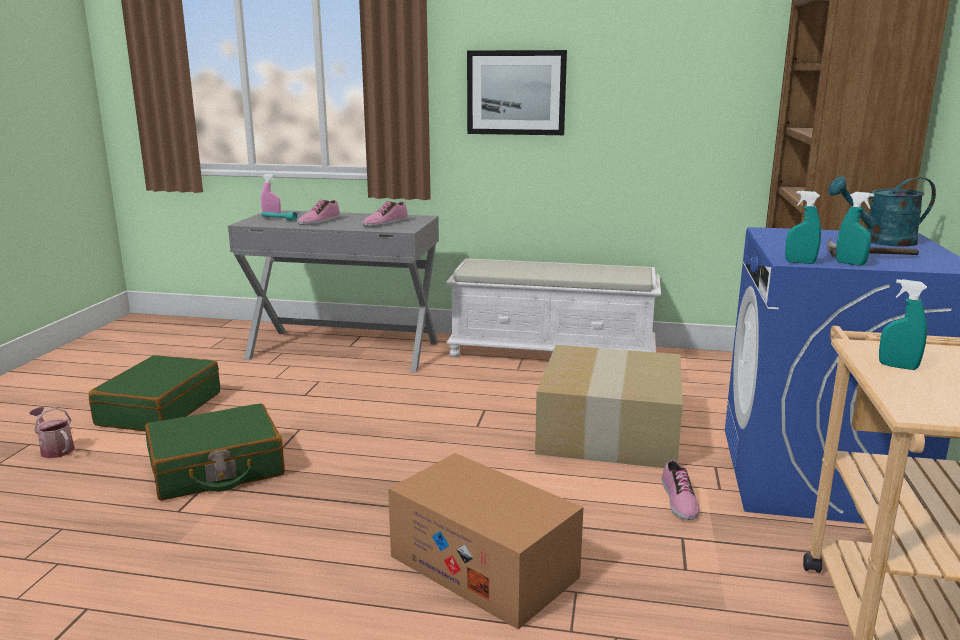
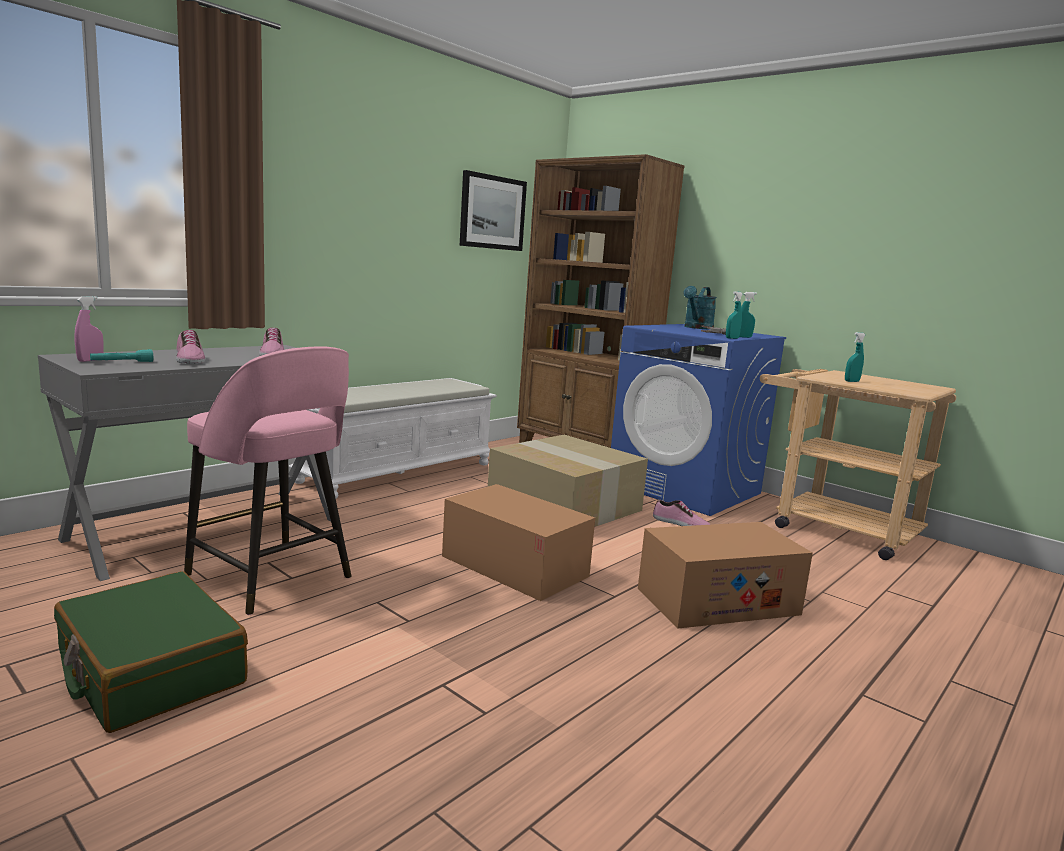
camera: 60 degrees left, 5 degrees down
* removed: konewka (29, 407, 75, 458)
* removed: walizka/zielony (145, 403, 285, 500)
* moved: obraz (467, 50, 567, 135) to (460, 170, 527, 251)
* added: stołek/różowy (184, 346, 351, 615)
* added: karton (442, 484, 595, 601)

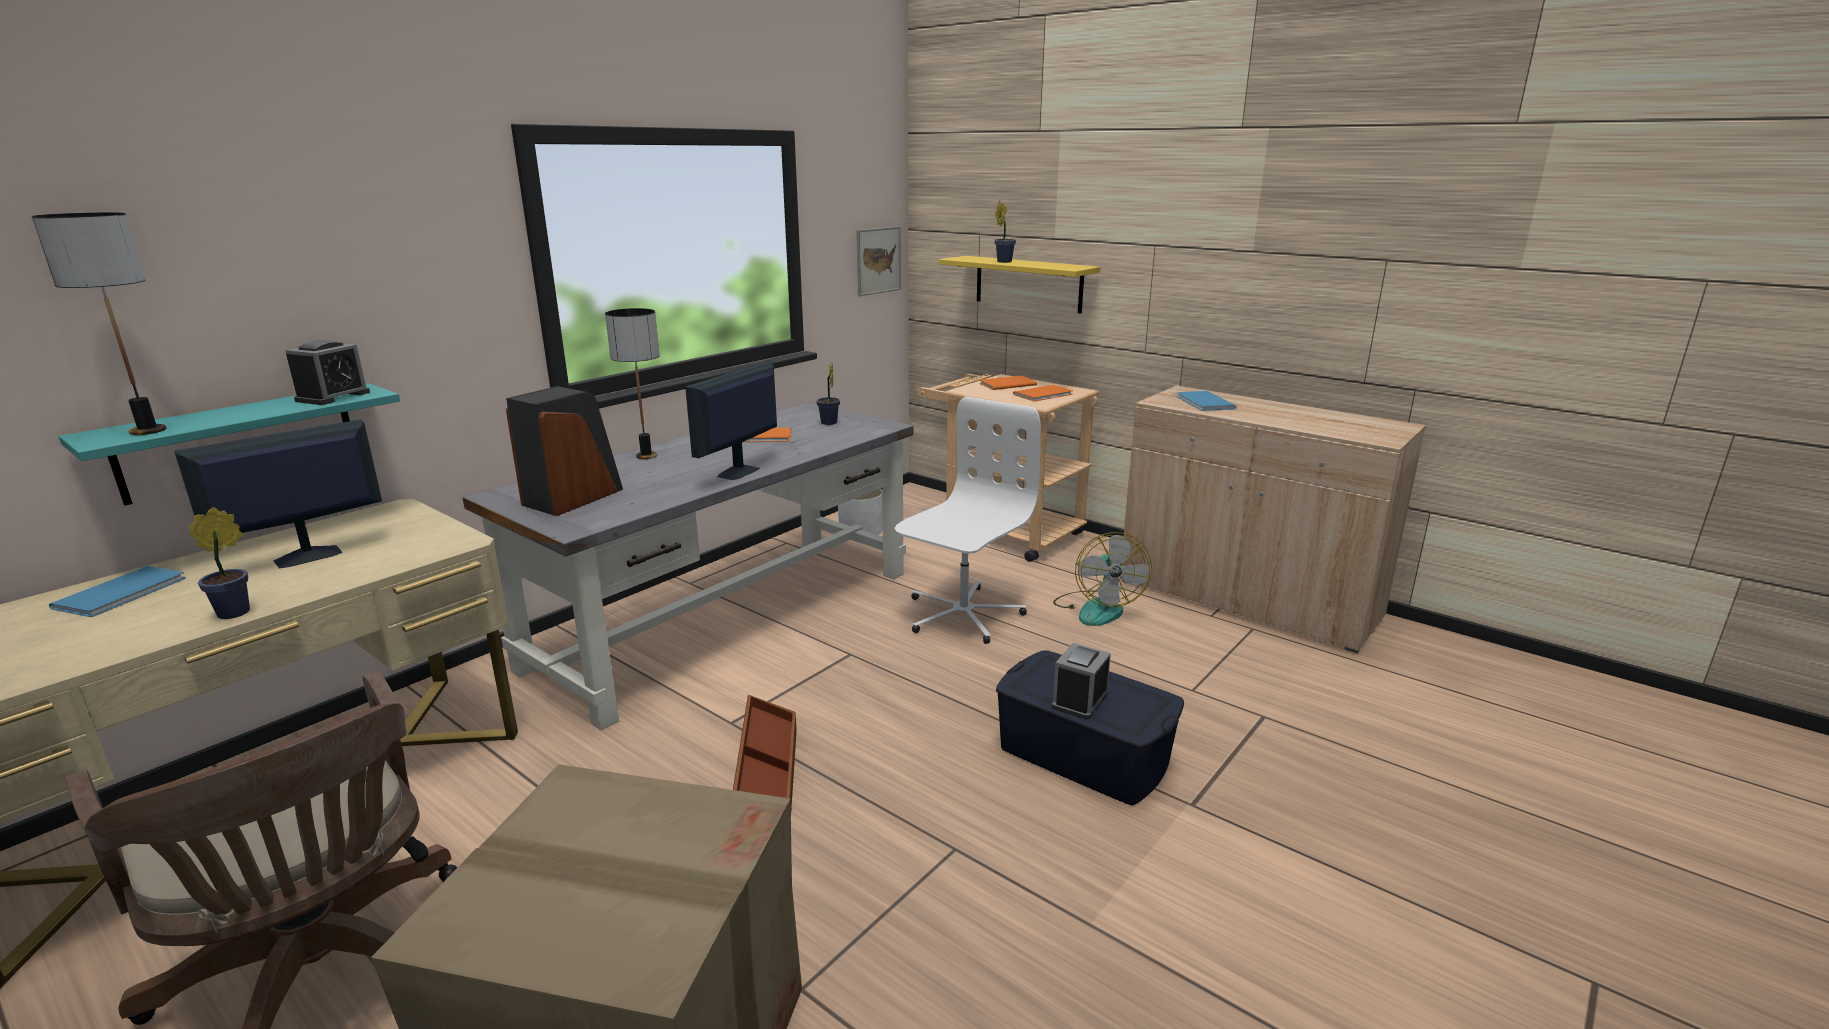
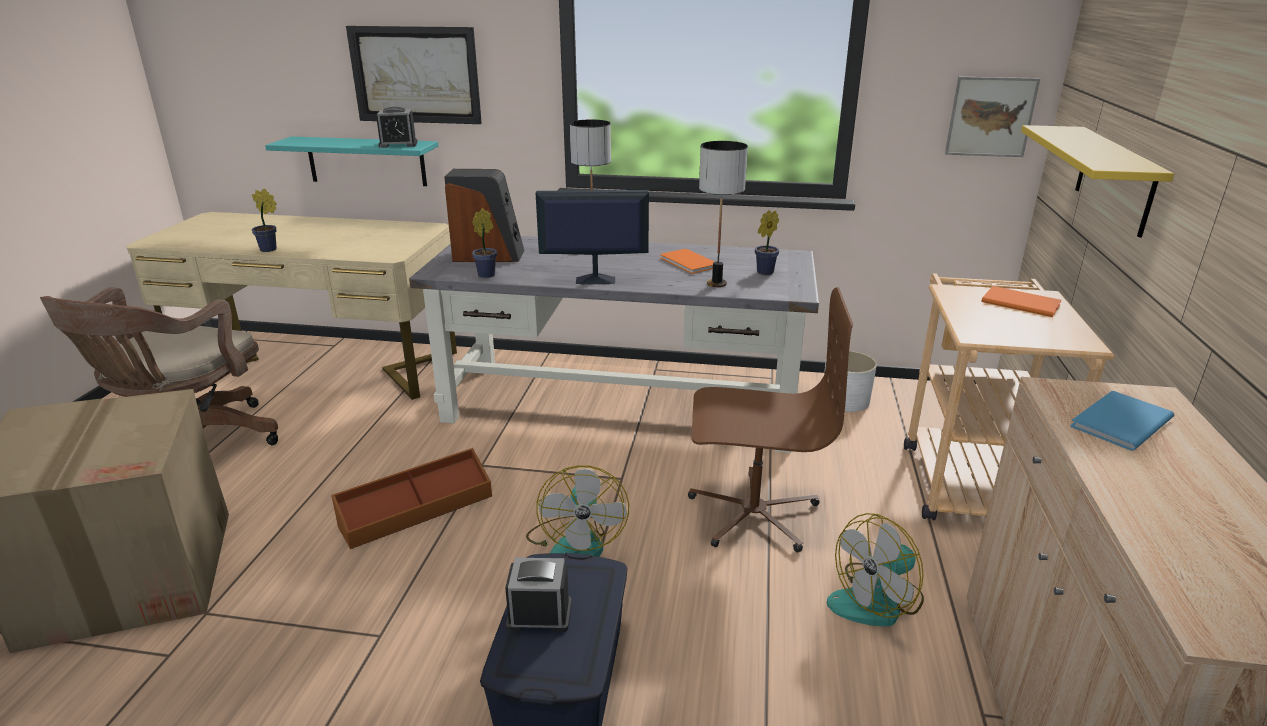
camera: 60 degrees right, 5 degrees up
* moved: lampa stołowa (32, 212, 166, 435) to (699, 141, 748, 287)
* removed: książka/niebieski (49, 566, 186, 617)
* removed: monitor (175, 420, 382, 569)
* recoloured: krzesło biurowe/biały (895, 396, 1041, 644) to krzesło biurowe/brązowy (688, 287, 853, 553)
* moved: roślina doniczkowa (995, 201, 1016, 263) to (472, 208, 497, 278)
* removed: książka/pomarańczowy (1013, 385, 1073, 401)
* added: obraz (346, 26, 482, 124)
* added: wentylator (526, 465, 629, 557)

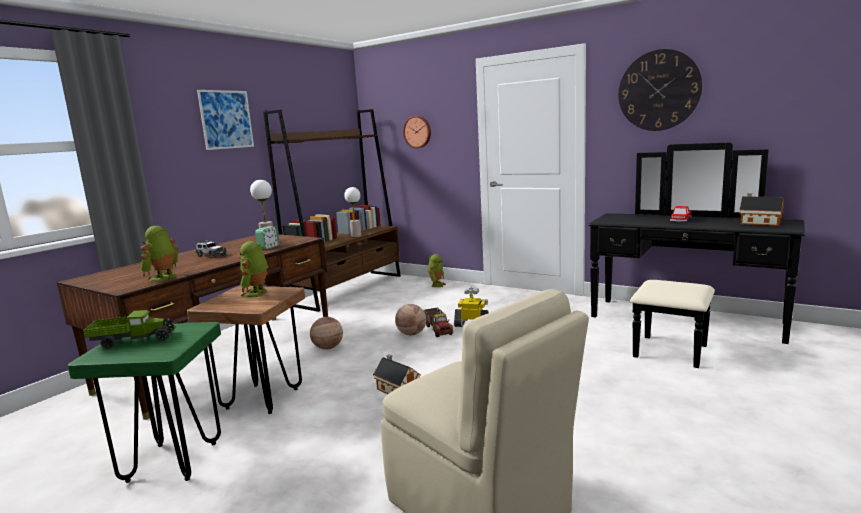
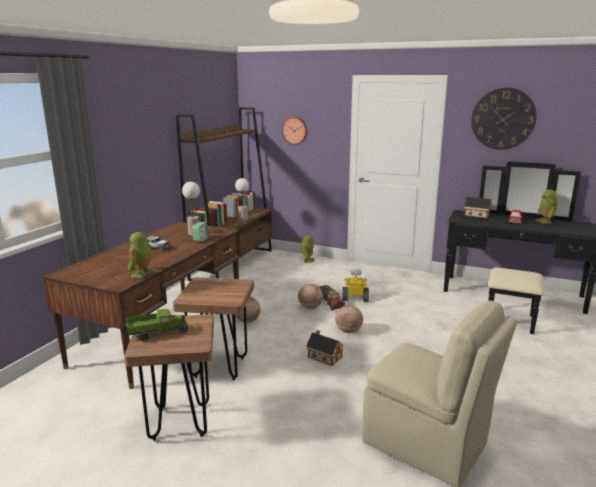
camera: 10 degrees left, 5 degrees up
* recoloured: stołek/zielony (67, 322, 221, 483) to stołek/brązowy (124, 314, 214, 441)
* removed: obraz (197, 90, 254, 150)
* moved: robot zabawkowy (239, 241, 269, 297) to (535, 189, 558, 224)
* moved: domek (739, 193, 784, 226) to (464, 195, 492, 218)
* added: piłka do koszykówki (335, 305, 363, 333)

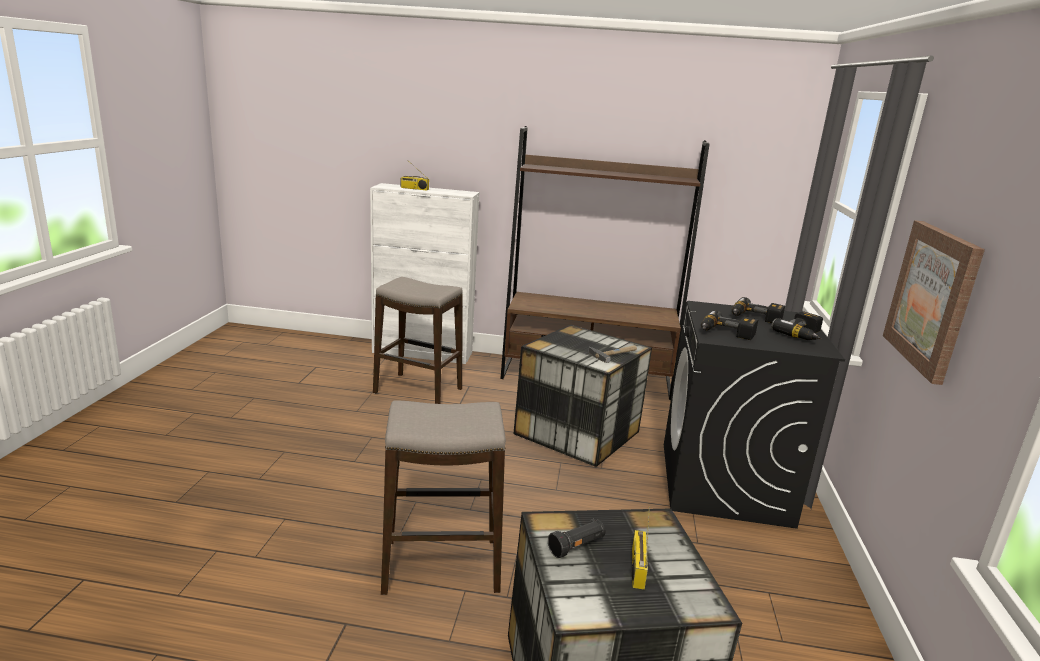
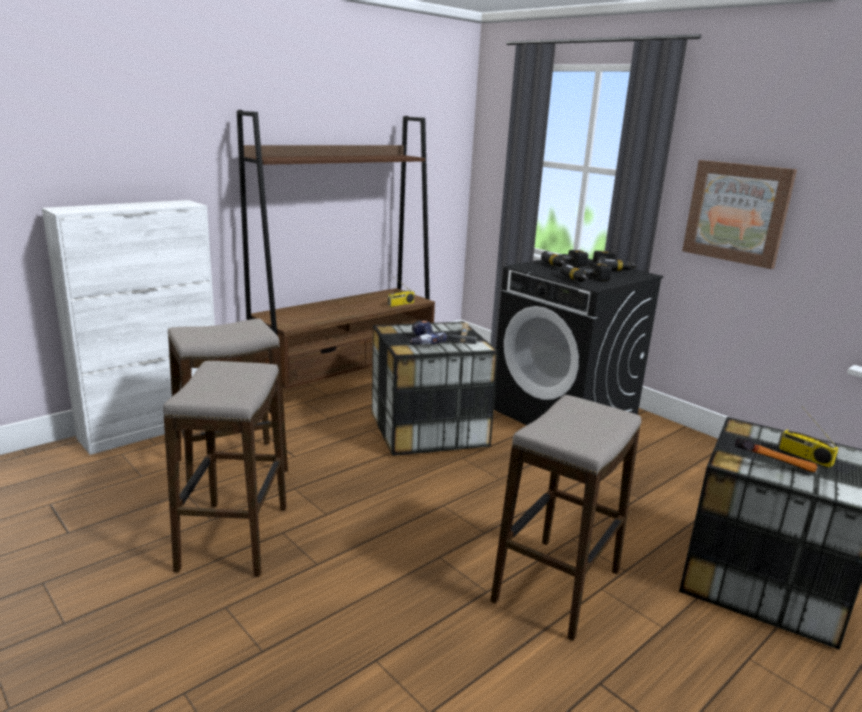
camera: 50 degrees left, 0 degrees up
* moved: radio (400, 165, 429, 190) to (388, 278, 415, 307)
* replaced: latarka/czarny (548, 519, 606, 558) to młotek (734, 438, 817, 473)
* added: stołek (163, 361, 287, 577)
* added: wiertarka (410, 320, 447, 345)

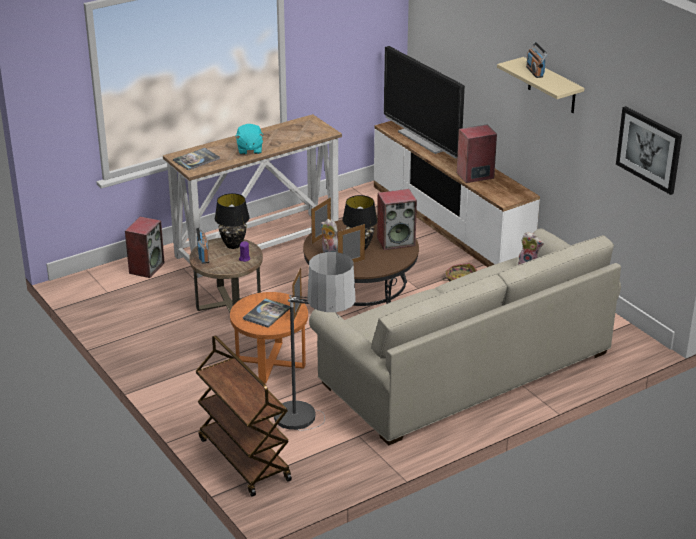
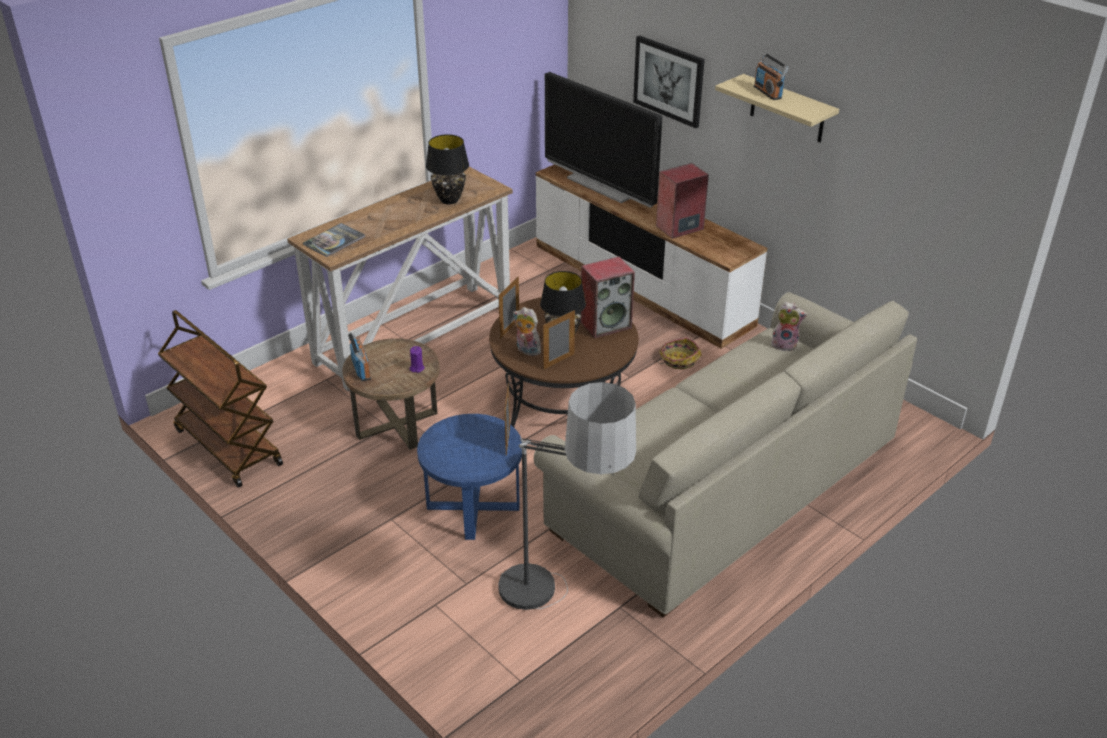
camera: 10 degrees left, 5 degrees up
* removed: głośnik (125, 217, 165, 278)
* moved: wózek/brązowy (196, 335, 292, 497) to (158, 310, 283, 488)
* moved: lampa stołowa/czarny (215, 193, 250, 249) to (426, 134, 469, 204)
* recoloured: stolik/pomarańczowy (230, 292, 308, 383) to stolik/niebieski (417, 414, 522, 540)
* removed: pluszak/turkusowy (235, 124, 264, 155)
* removed: książka (243, 298, 290, 328)
* moved: obraz (616, 106, 682, 195) to (633, 35, 705, 128)

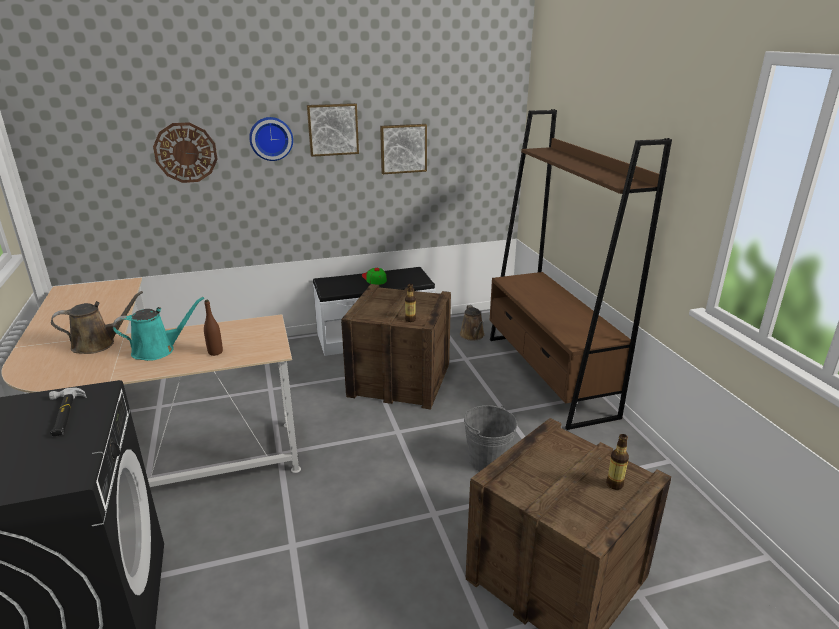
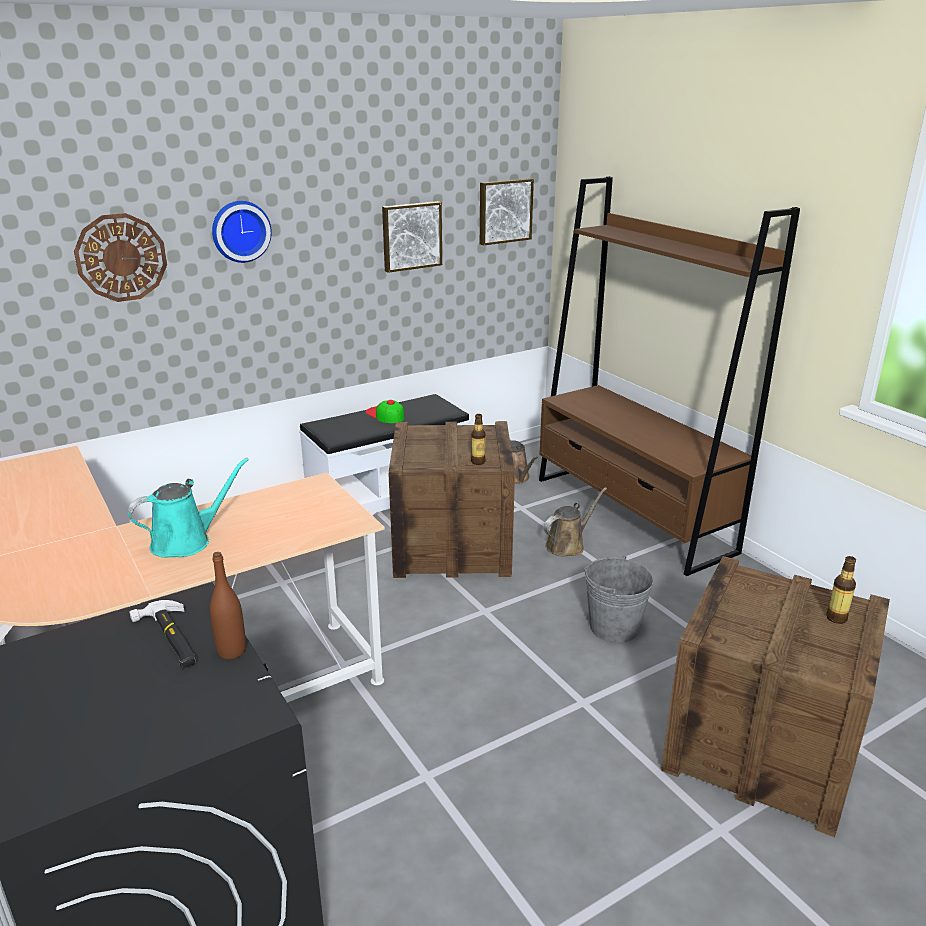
camera: 15 degrees left, 0 degrees up
* moved: konewka/brązowy (51, 291, 143, 354) to (544, 487, 607, 556)
* moved: butelka/brązowy (204, 300, 223, 356) to (210, 552, 246, 659)
* moved: obraz (307, 103, 359, 157) to (480, 178, 534, 246)

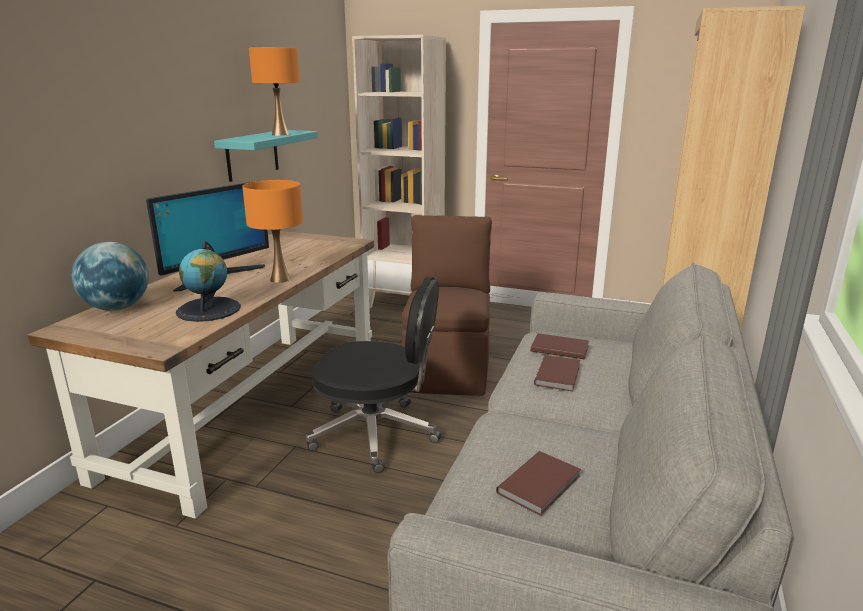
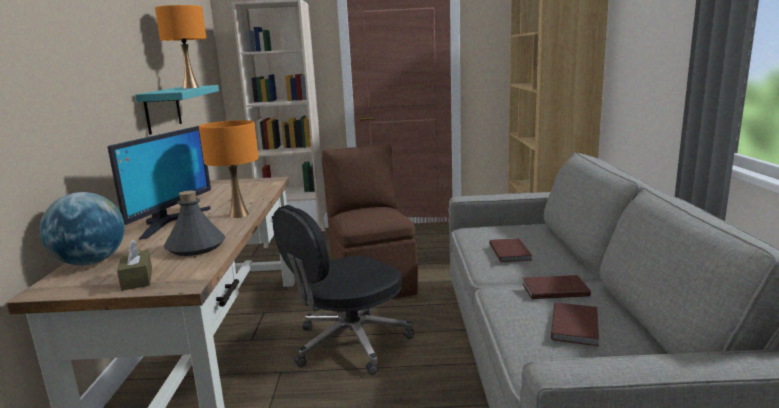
camera: 20 degrees left, 5 degrees down
* replaced: globus (176, 241, 241, 322) to butelka/szary (164, 190, 225, 256)
* turned: krzesło biurowe/czarny (306, 277, 441, 473) = (273, 205, 414, 375) 150 degrees clockwise
* moved: książka/brązowy (531, 333, 589, 360) to (522, 275, 591, 299)
* added: pudełko chusteczek/brązowy (117, 240, 152, 291)

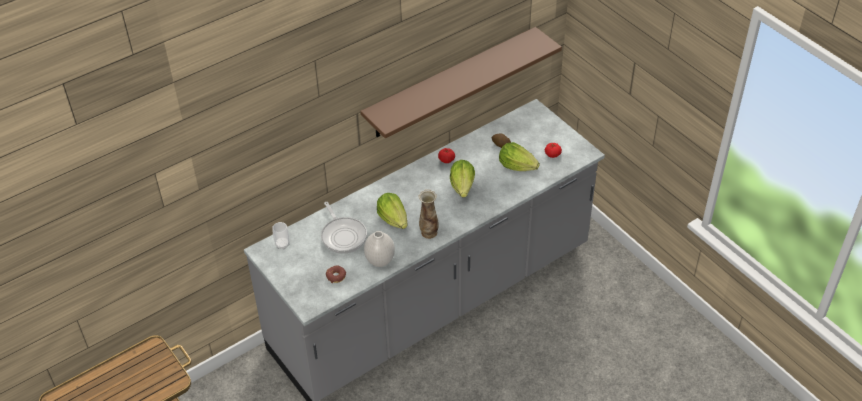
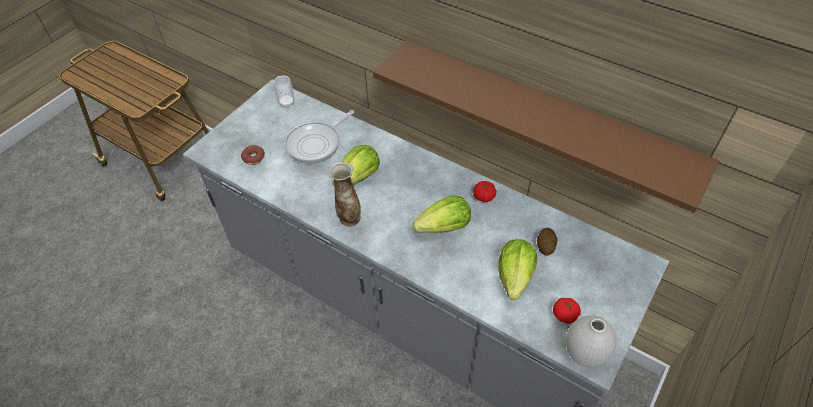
camera: 70 degrees right, 5 degrees up
* moved: wazon/biały (364, 231, 395, 267) to (566, 315, 616, 368)

